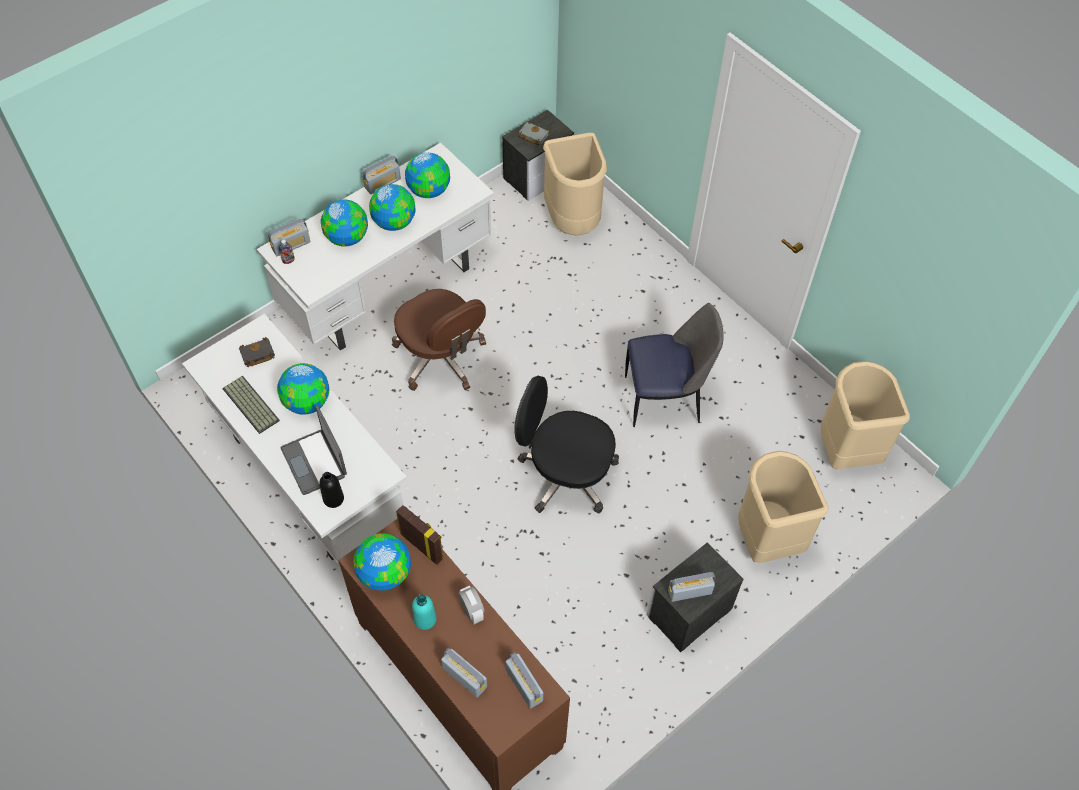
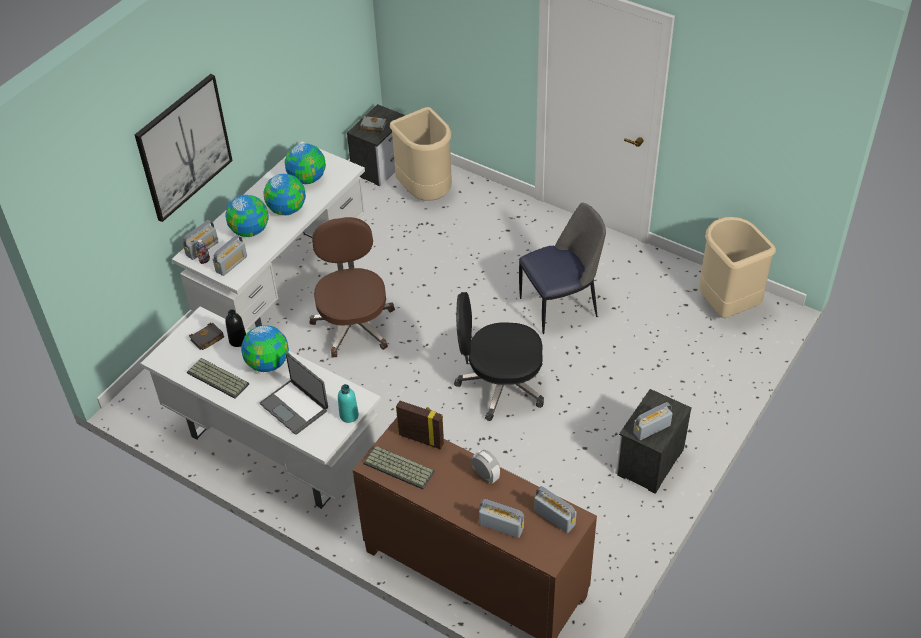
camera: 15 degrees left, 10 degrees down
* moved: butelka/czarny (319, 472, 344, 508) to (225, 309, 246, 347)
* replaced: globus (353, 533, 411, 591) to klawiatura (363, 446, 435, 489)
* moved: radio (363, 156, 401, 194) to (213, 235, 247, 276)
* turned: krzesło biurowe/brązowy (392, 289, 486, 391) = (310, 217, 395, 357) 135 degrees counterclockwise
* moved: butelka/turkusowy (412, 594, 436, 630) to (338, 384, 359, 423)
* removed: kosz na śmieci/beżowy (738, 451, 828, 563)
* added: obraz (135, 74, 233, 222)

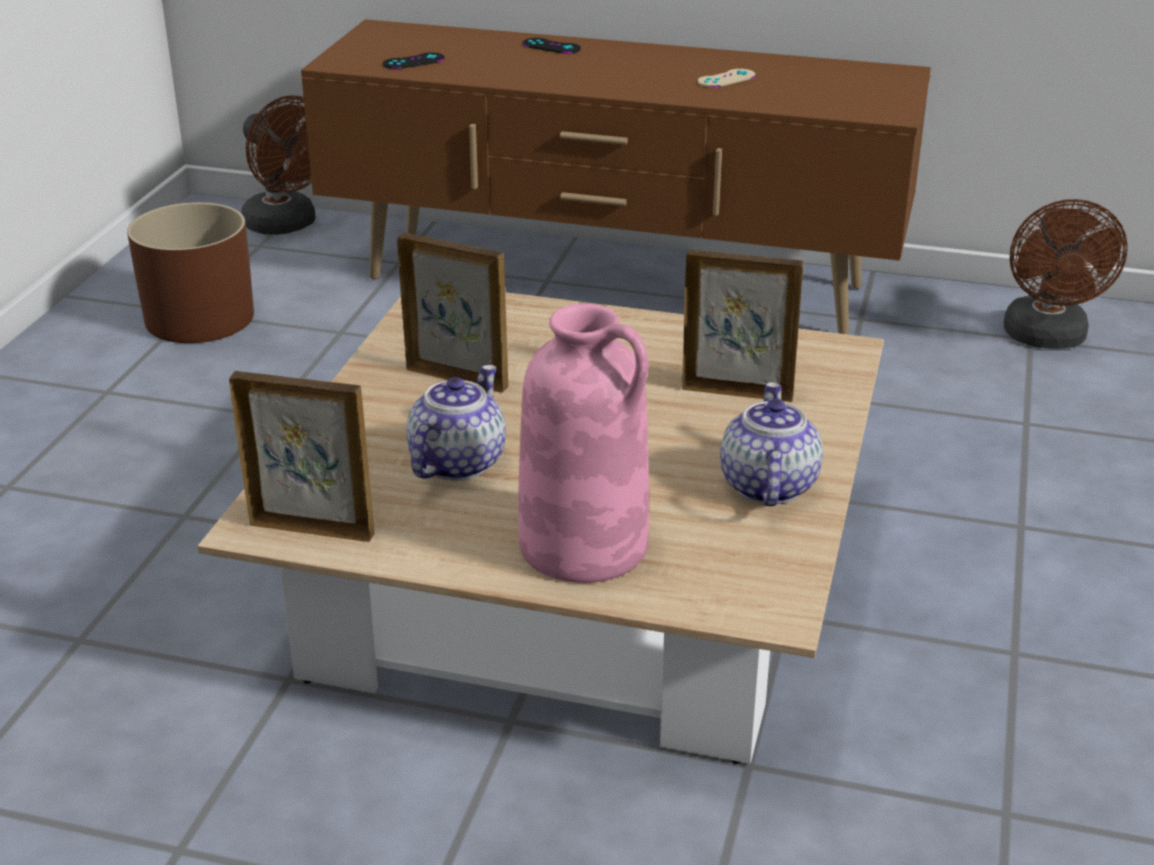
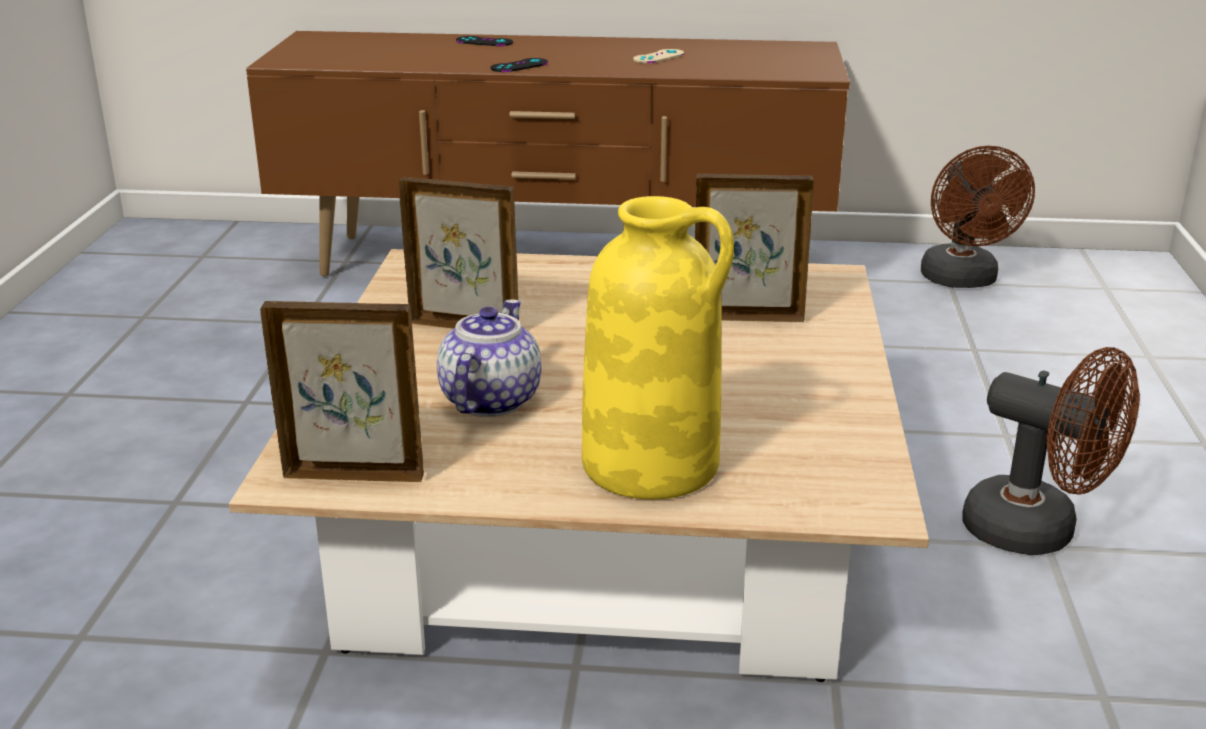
camera: 10 degrees left, 5 degrees down
* removed: donica/brązowy (127, 202, 254, 343)
* moved: wentylator/brązowy (241, 95, 315, 235) to (962, 347, 1140, 555)
* moved: pad do gier/czarny (383, 52, 445, 69) to (491, 58, 548, 72)
* recoloured: wazon/różowy (518, 304, 649, 583) to wazon/żółty (582, 196, 734, 499)
* removed: imbryk (720, 382, 823, 506)

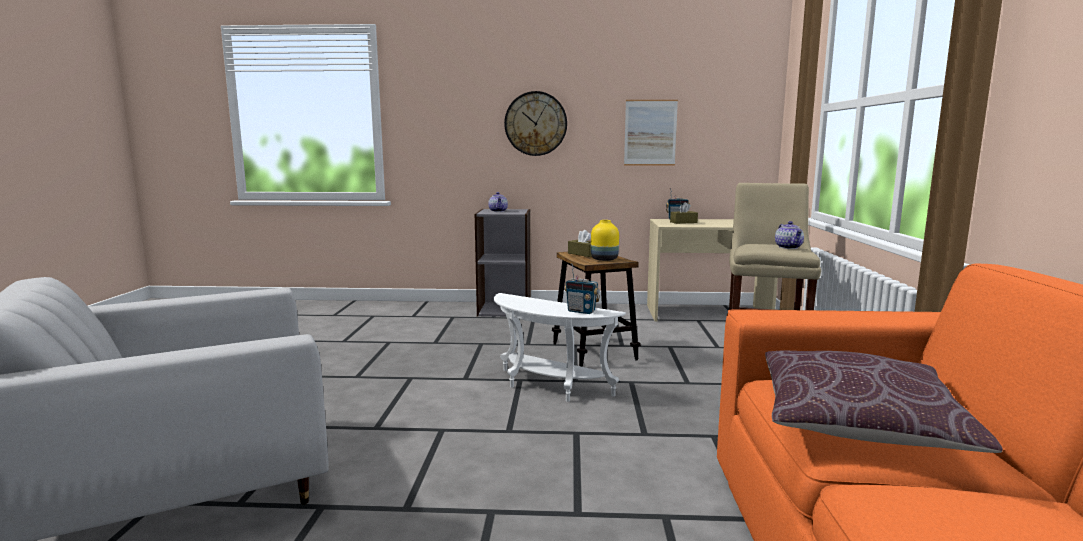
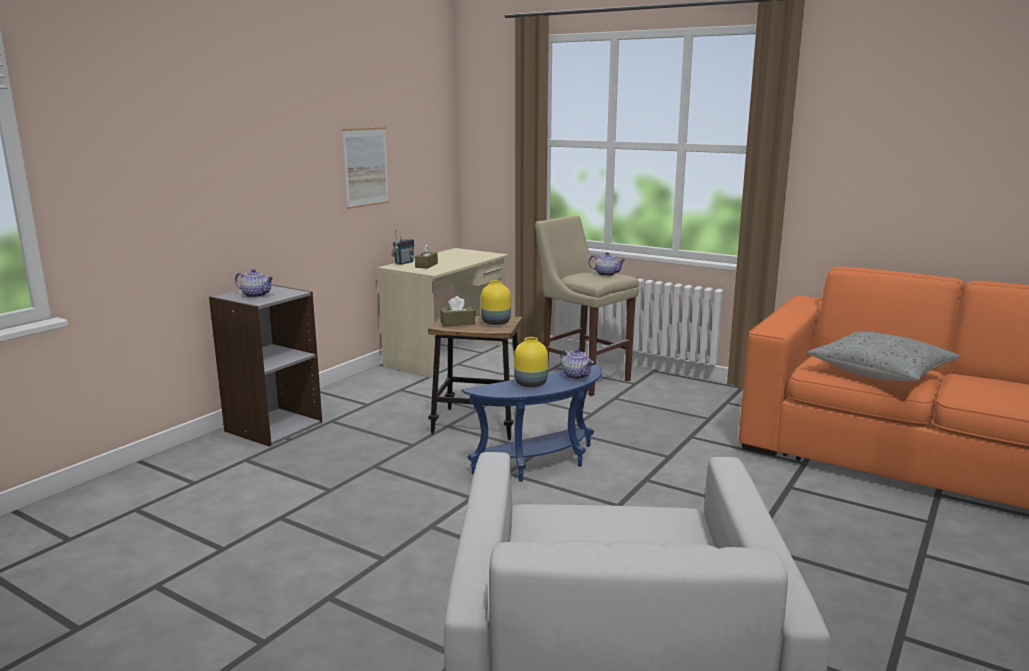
camera: 60 degrees left, 5 degrees up
* recoloured: stolik/biały (494, 293, 626, 402) to stolik/niebieski (461, 365, 602, 482)
* removed: zegar ścienny (504, 91, 567, 156)
* replaced: radio (564, 263, 600, 314) to imbryk (560, 349, 594, 380)
* recoloured: poduszka/brązowy (765, 350, 1003, 453) to poduszka/szary (807, 331, 960, 381)
* added: wazon/żółty (514, 337, 548, 387)

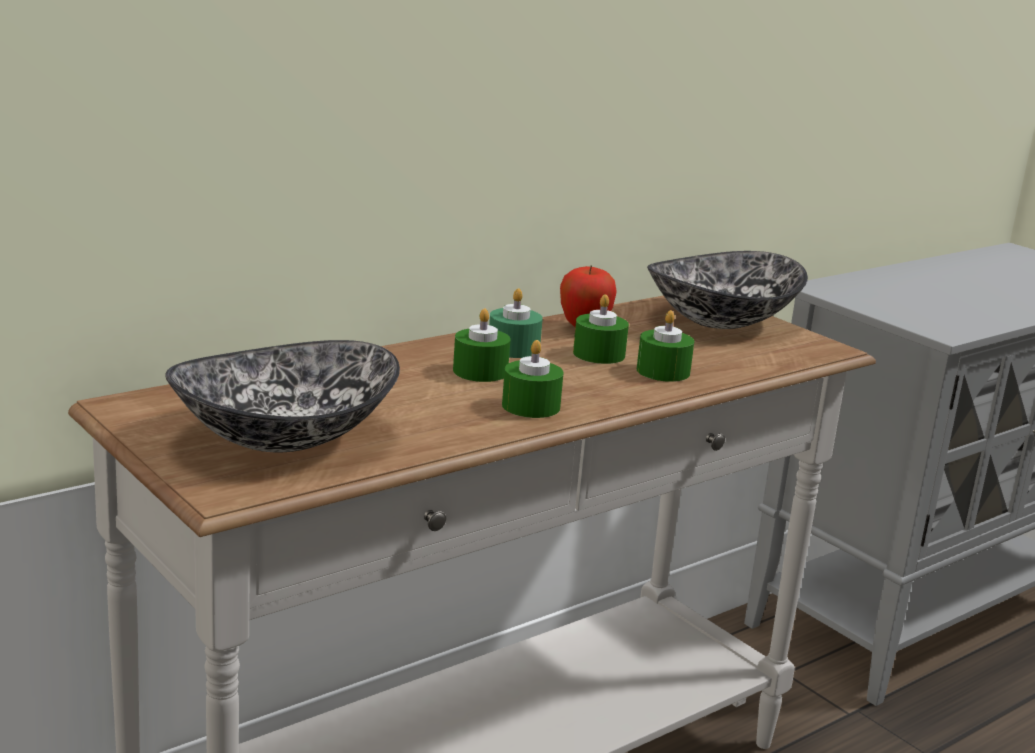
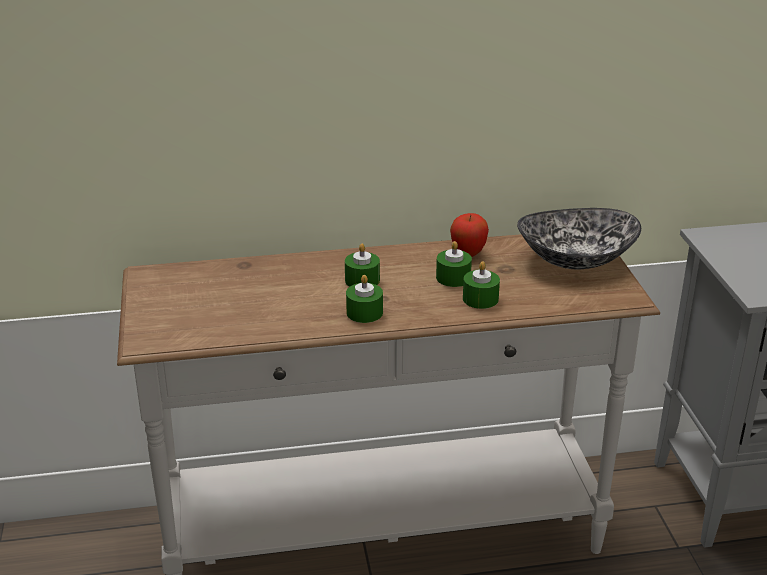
camera: 30 degrees right, 10 degrees up
* removed: miska (165, 340, 400, 452)
* removed: świeca/zielony (489, 288, 543, 358)

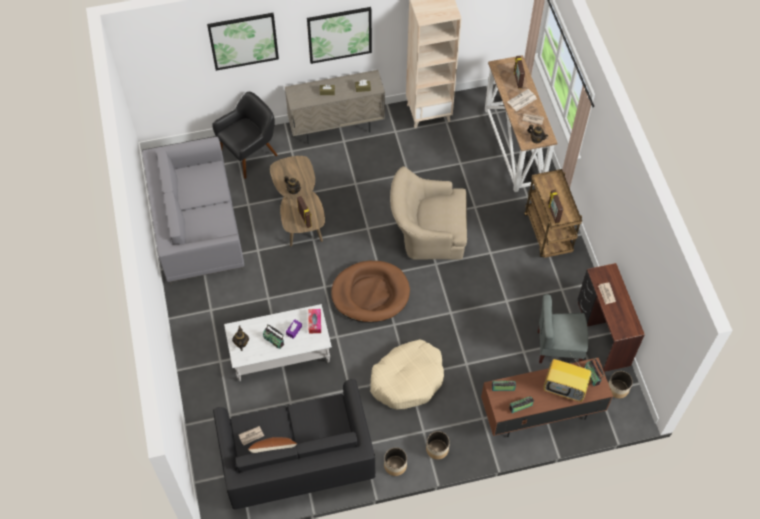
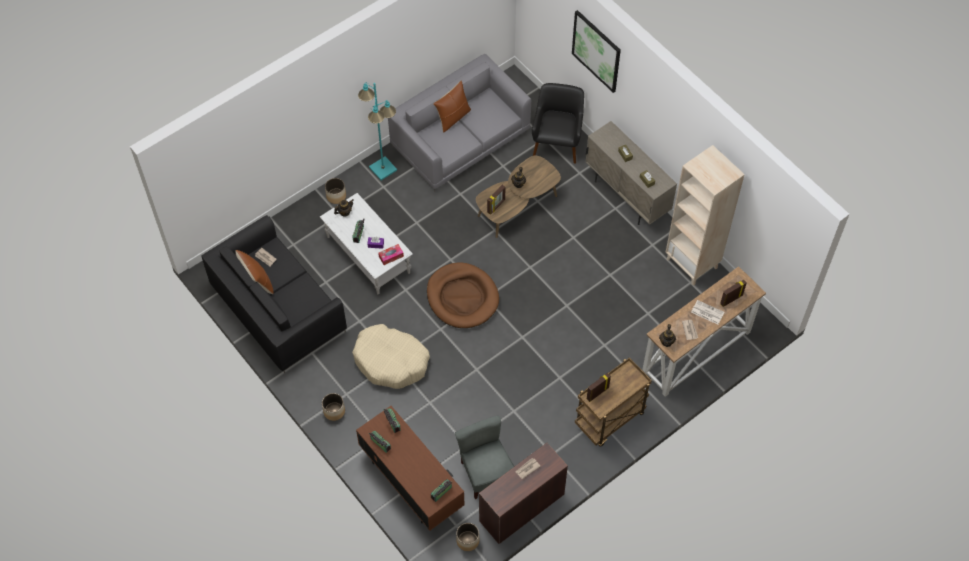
camera: 65 degrees right, 0 degrees up
* turned: fotel/czarny (212, 92, 278, 179) = (532, 83, 584, 164) 105 degrees counterclockwise
* removed: obraz (307, 7, 372, 64)
* moved: donica (384, 447, 407, 476) to (325, 178, 346, 204)
* removed: fotel/beżowy (390, 166, 467, 260)
* removed: telewizor (543, 356, 591, 402)
* added: lampa stojąca/turkusowy (358, 82, 397, 180)
* added: poduszka/brązowy (433, 81, 471, 133)

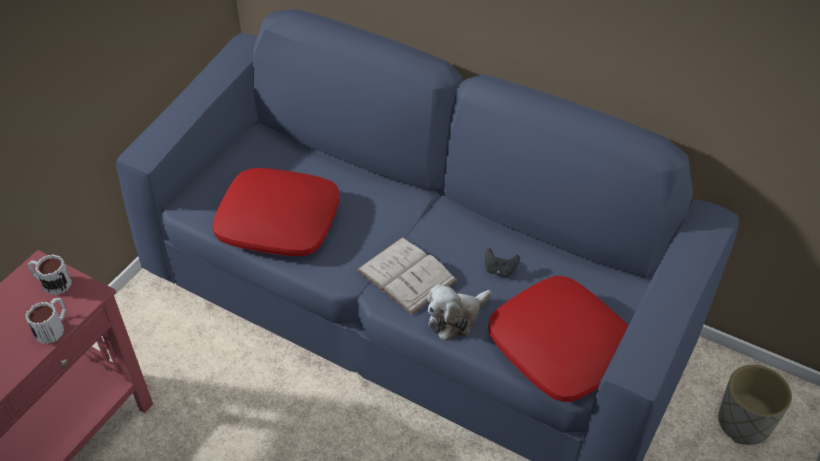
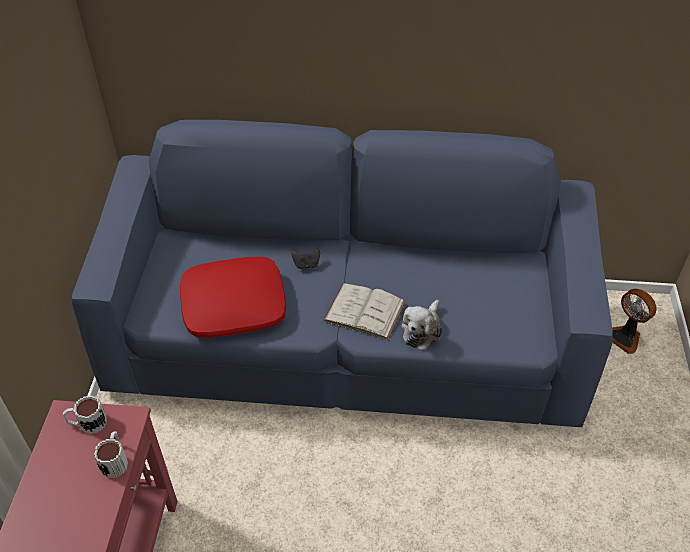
camera: 25 degrees left, 0 degrees up
* moved: pad do gier/czarny (485, 248, 520, 277) to (292, 248, 320, 269)
* removed: poduszka/czerwony (488, 276, 628, 402)
* replaced: donica/szary (718, 365, 792, 445) to wentylator (612, 288, 656, 354)

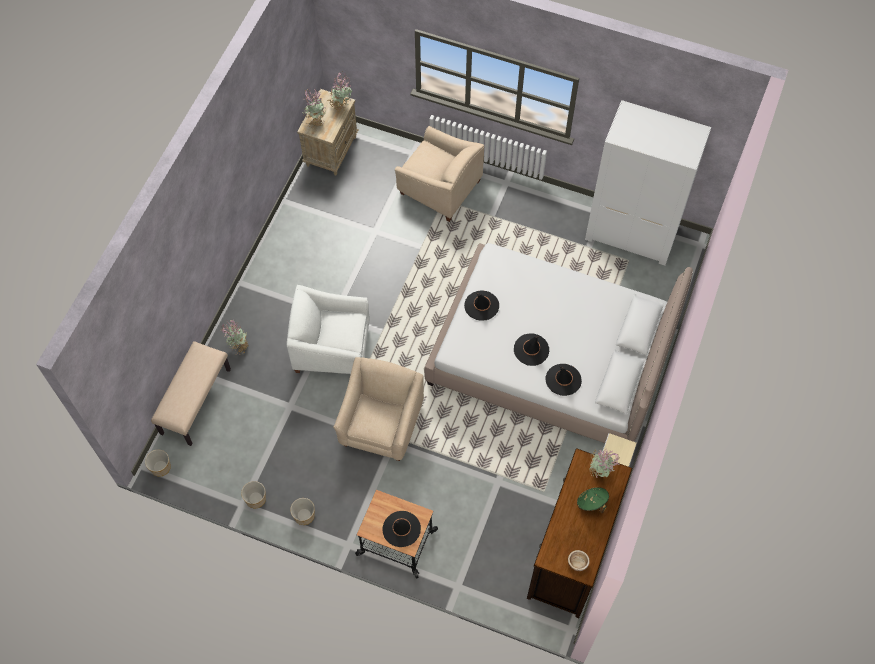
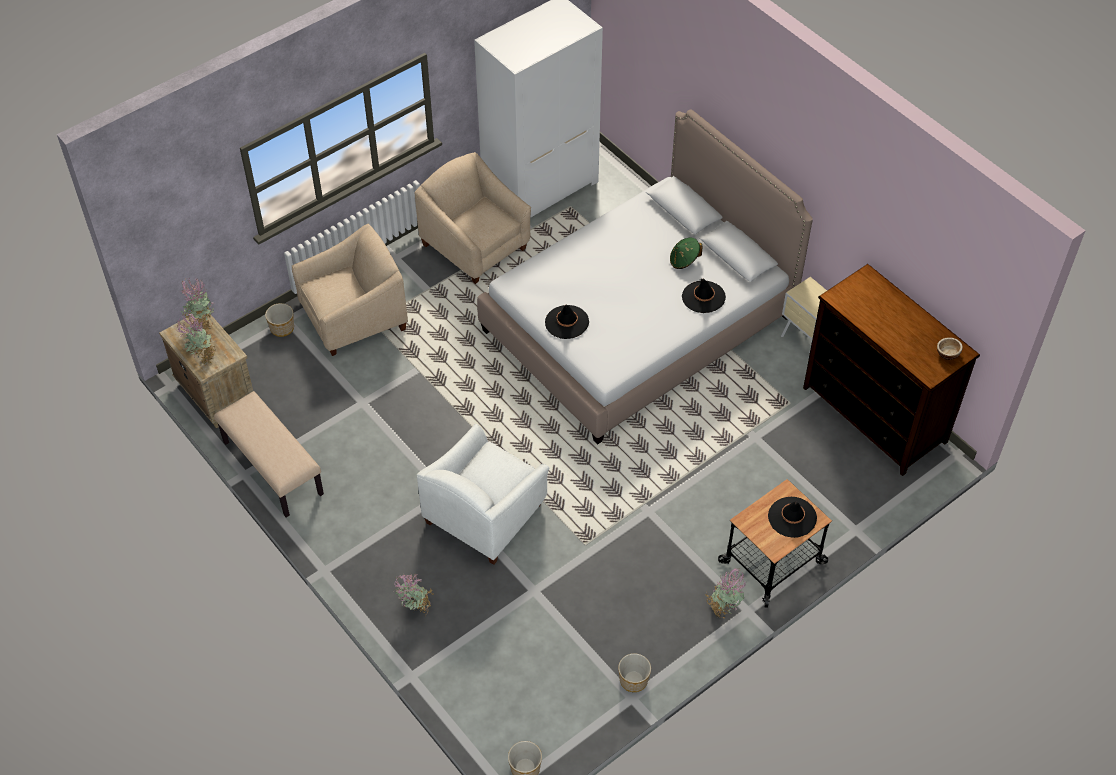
camera: 60 degrees left, 10 degrees down
* moved: ławka/beżowy (151, 341, 231, 446) to (214, 391, 324, 518)
* moved: donica (290, 498, 315, 525) to (265, 303, 294, 337)
* moved: fotel/beżowy (333, 357, 424, 461) to (414, 152, 531, 284)
* removed: kapelusz/czarny (514, 333, 549, 366)
* moved: kapelusz/zielony (577, 487, 609, 513) to (670, 238, 703, 269)
* moved: roślina doniczkowa (589, 449, 620, 478) to (705, 568, 746, 618)

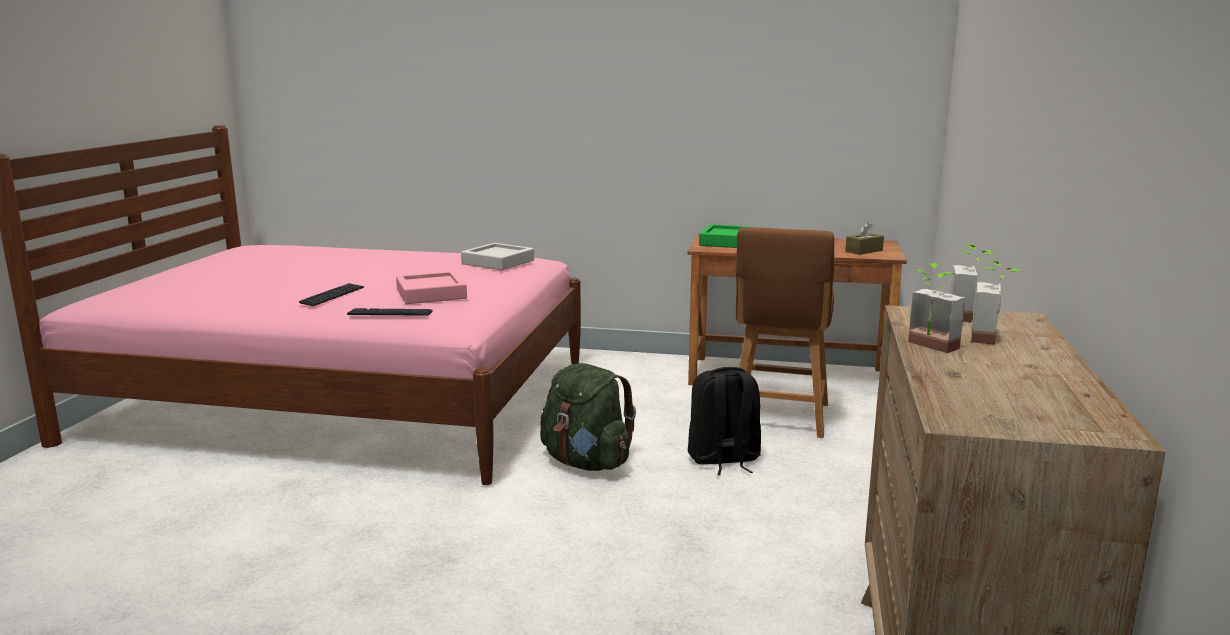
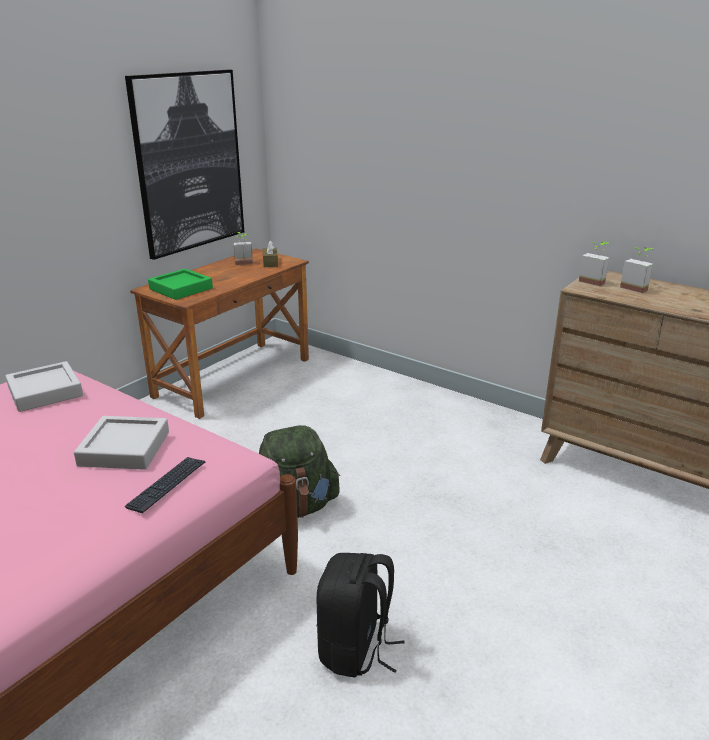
camera: 65 degrees left, 10 degrees up
* removed: klawiatura (299, 283, 364, 306)
* recoloured: taca/różowy (396, 271, 467, 304) to taca/szary (74, 416, 169, 470)
* moved: plecak/czarny (688, 367, 761, 475) to (317, 553, 405, 678)
* removed: stołek/brązowy (736, 227, 834, 438)
* moved: roślina doniczkowa (908, 263, 965, 353) to (234, 232, 253, 265)
* added: obraz (125, 70, 244, 260)

